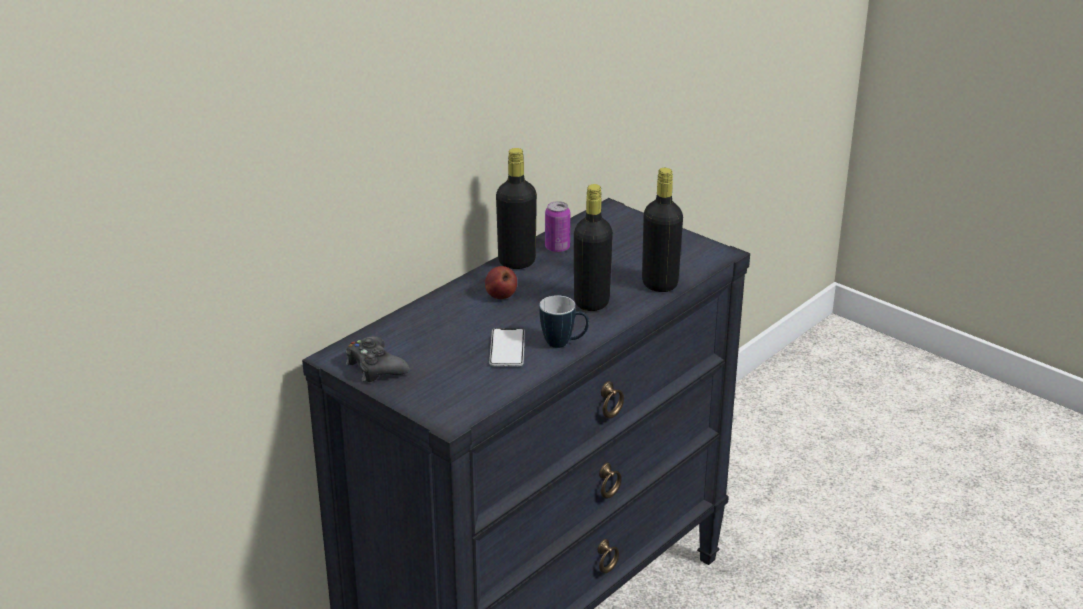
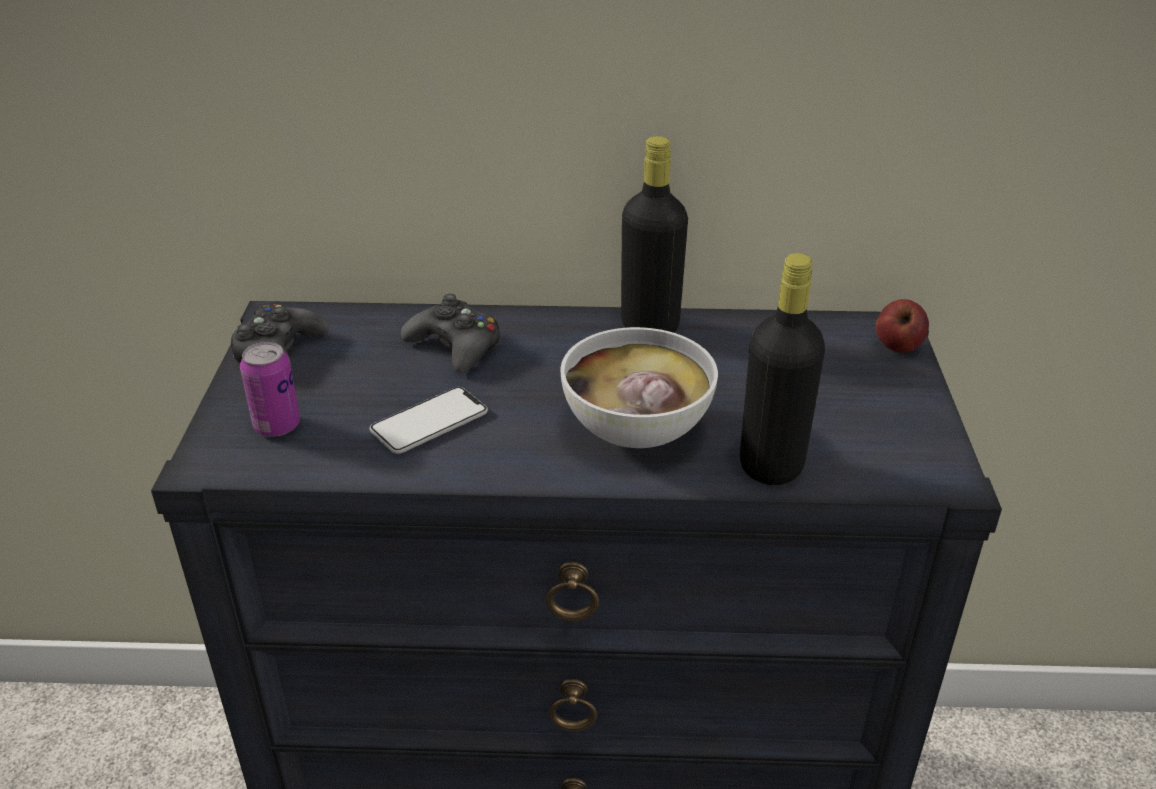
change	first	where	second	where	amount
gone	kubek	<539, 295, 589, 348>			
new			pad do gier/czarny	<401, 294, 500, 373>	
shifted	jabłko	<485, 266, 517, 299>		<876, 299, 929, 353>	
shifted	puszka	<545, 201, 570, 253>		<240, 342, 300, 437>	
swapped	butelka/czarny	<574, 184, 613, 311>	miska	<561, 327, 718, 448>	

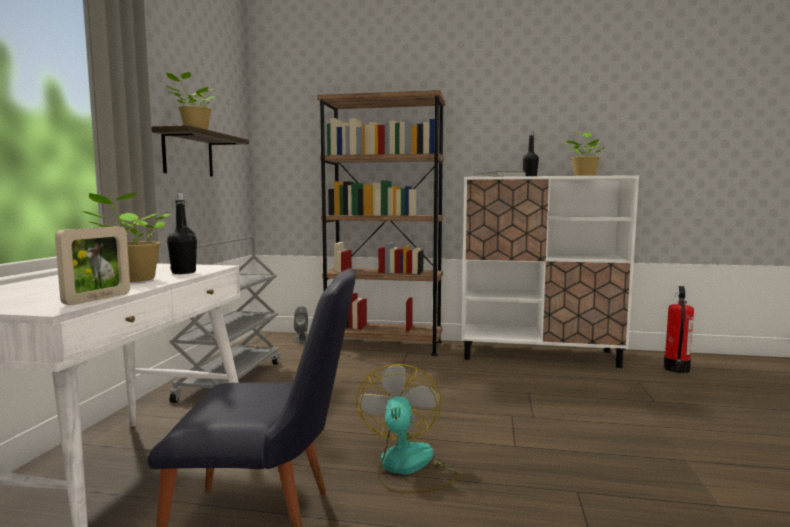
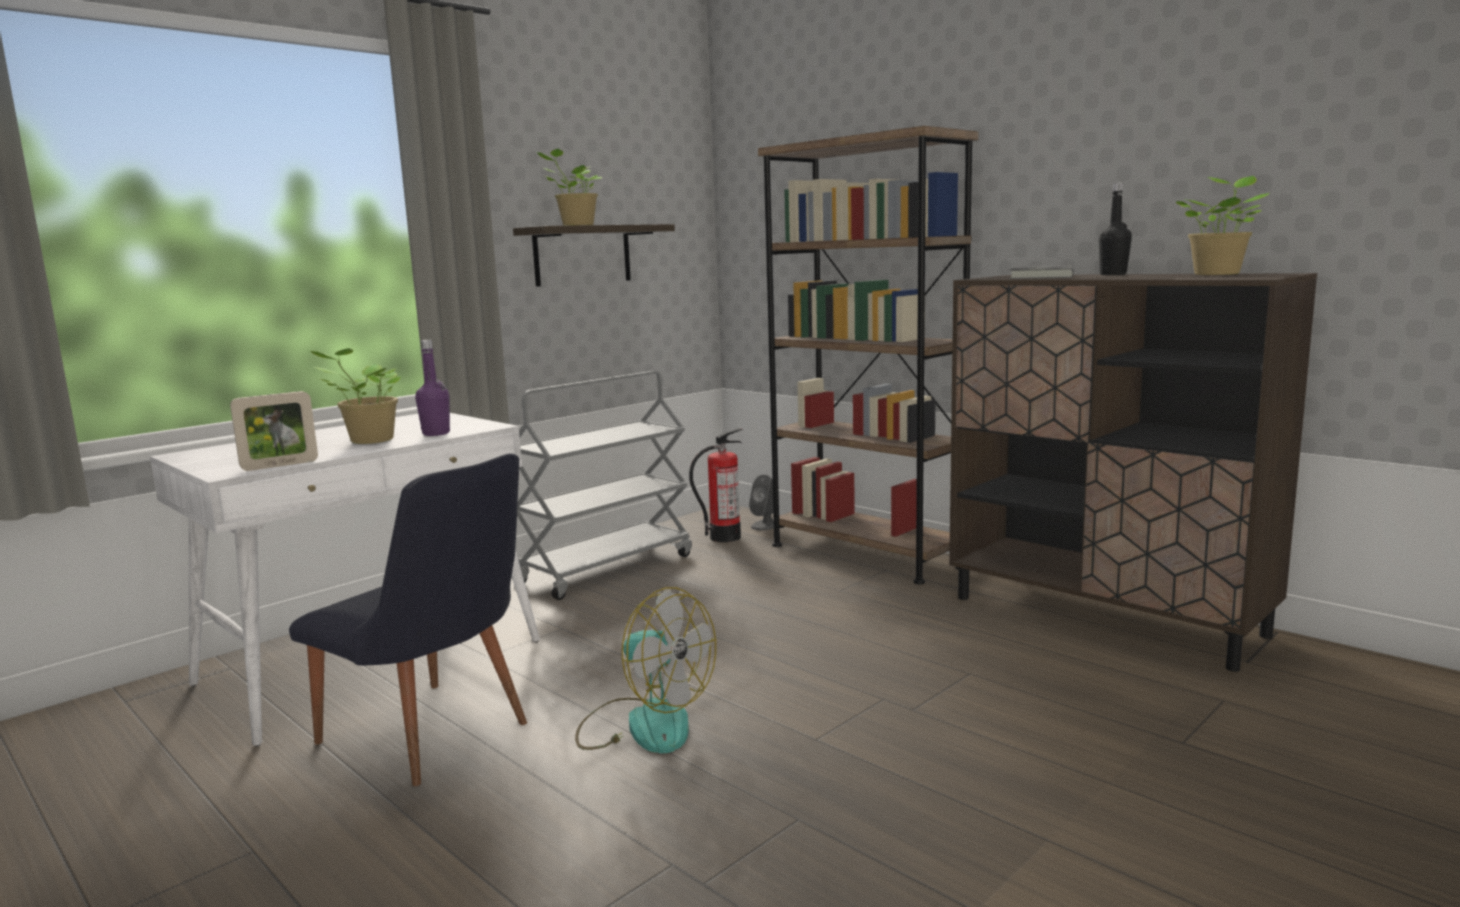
change	first	where	second	where	amount
shifted	gaśnica	<664, 286, 694, 373>		<689, 428, 743, 542>	
repainted	butelka/czarny	<167, 193, 197, 274>	butelka/fioletowy	<415, 340, 450, 436>	
repainted	szafka/biały	<461, 175, 639, 368>	szafka/brązowy	<949, 273, 1317, 672>	
rotated	wentylator	<356, 364, 460, 494>		<575, 587, 716, 753>	90 degrees clockwise

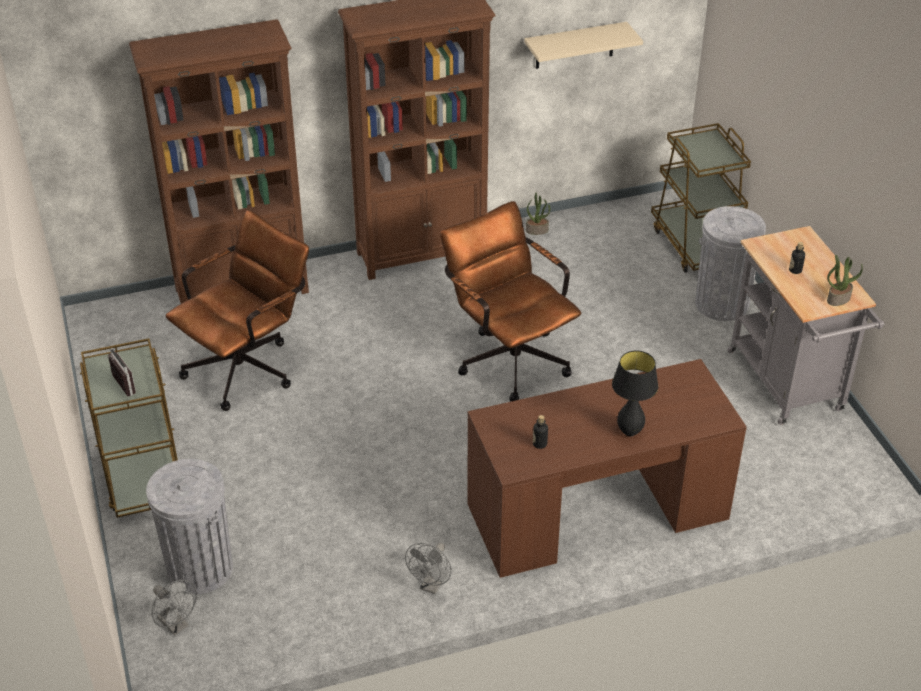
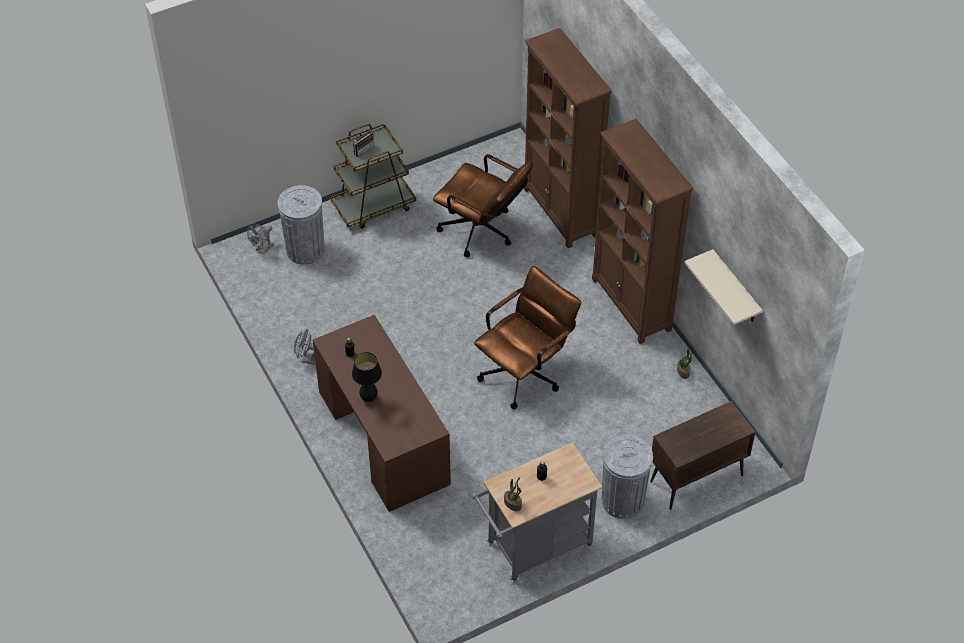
change	first	where	second	where	amount
swapped	wózek/brązowy	<651, 123, 751, 273>	szafka/brązowy	<650, 401, 755, 510>	

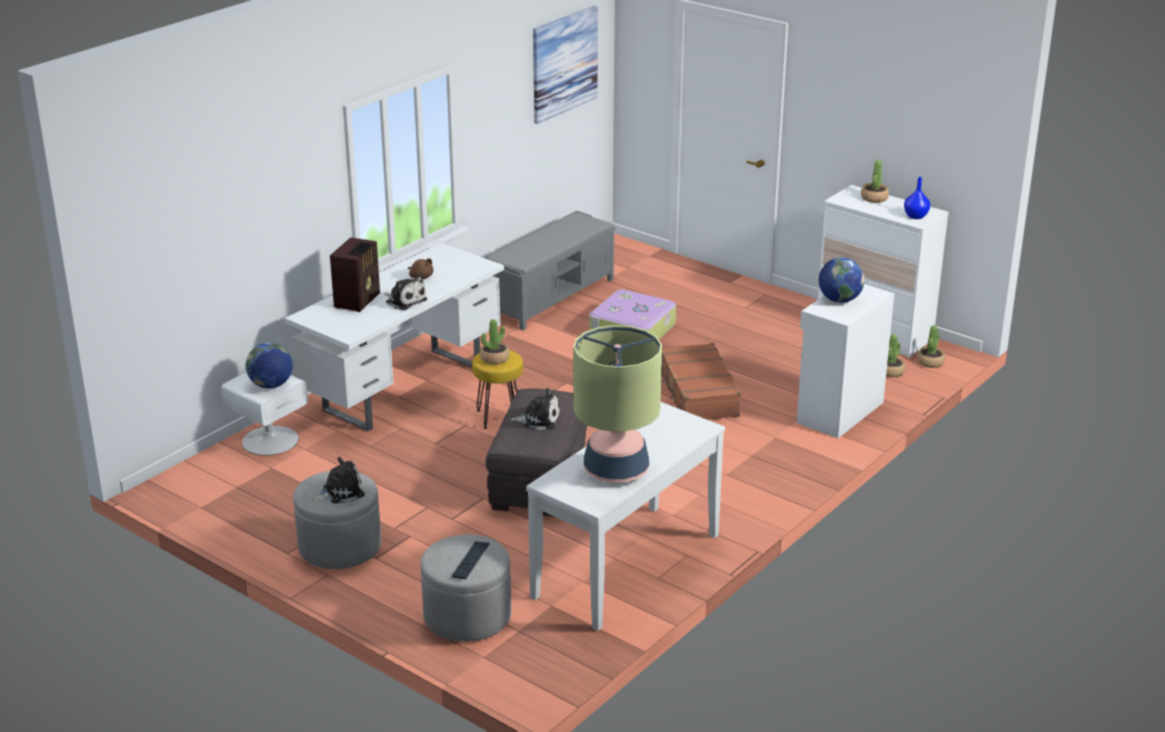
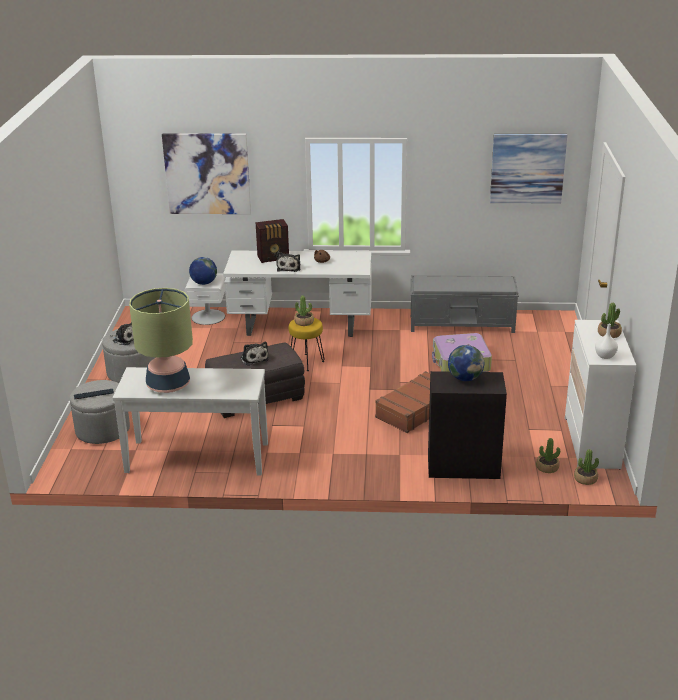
change	first	where	second	where	amount
new			obraz	<162, 134, 251, 214>	
repainted	szafka/biały	<797, 284, 894, 438>	szafka/czarny	<428, 371, 507, 479>	
repainted	wazon/niebieski	<904, 177, 930, 219>	wazon/biały	<595, 324, 618, 359>	

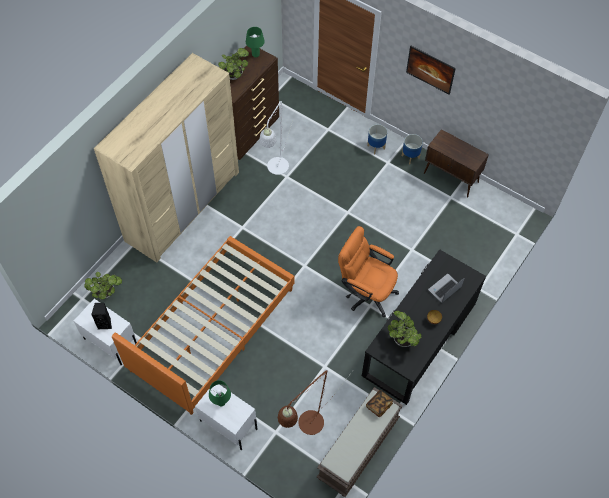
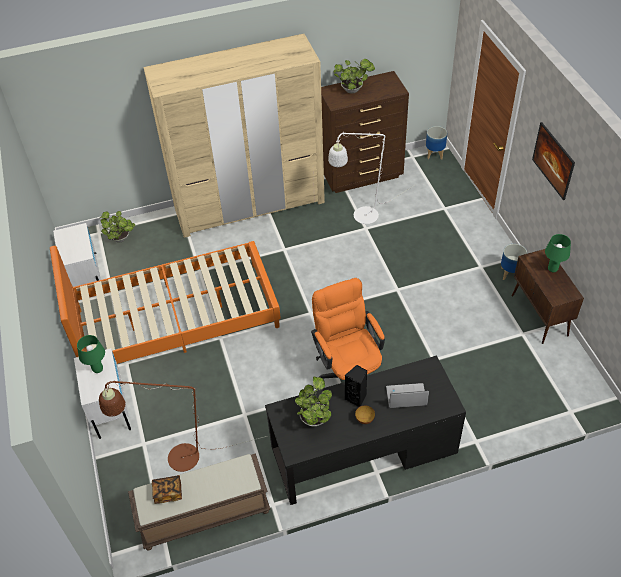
change	first	where	second	where	amount
shifted	głośnik/czarny	<91, 303, 112, 329>		<345, 365, 367, 407>	
shifted	lampa stołowa/zielony	<246, 27, 265, 57>		<545, 234, 571, 272>	
shifted	książka	<366, 390, 393, 417>		<152, 475, 182, 504>	
shifted	donica	<367, 124, 387, 154>		<426, 126, 447, 160>	

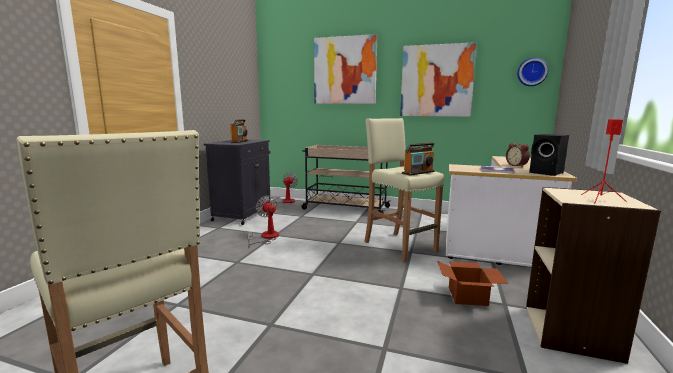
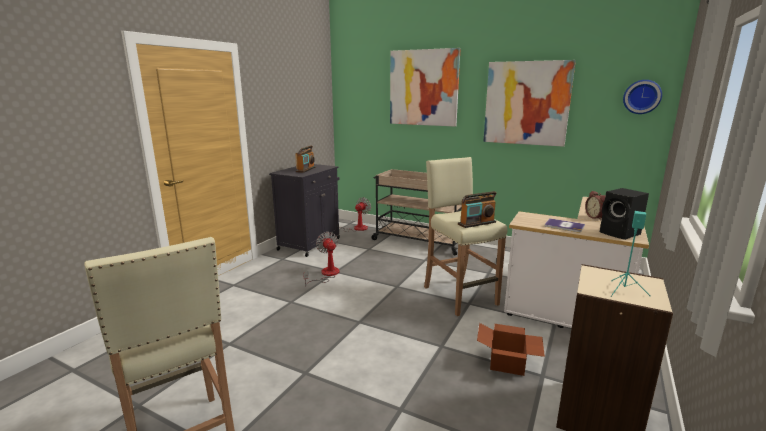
change	first	where	second	where	amount
repainted	głośnik/czerwony	<581, 119, 627, 204>	głośnik/turkusowy	<611, 211, 650, 297>	

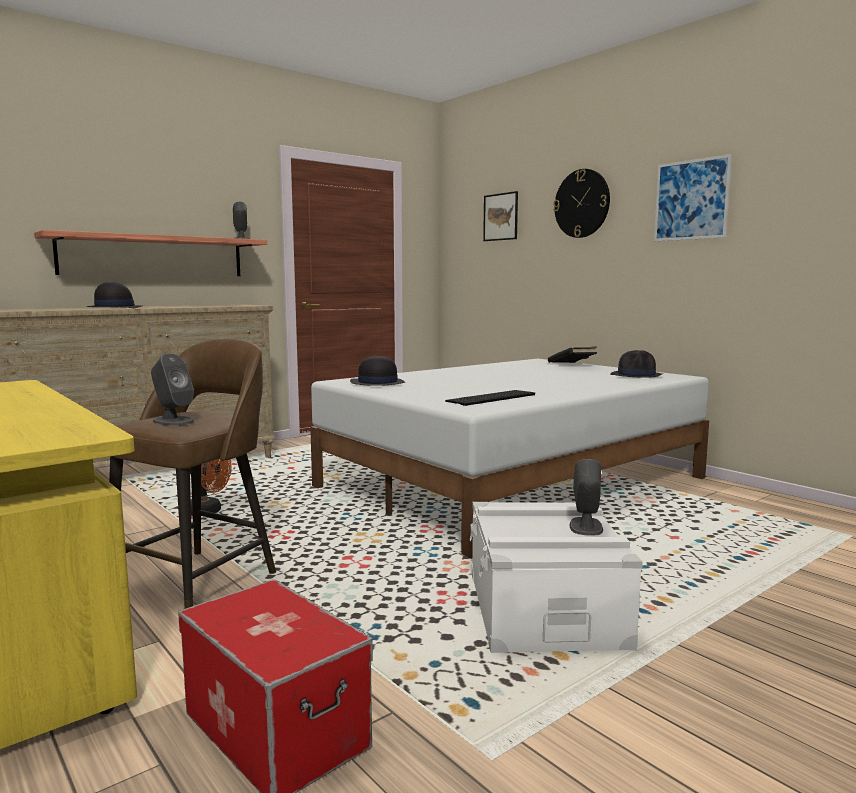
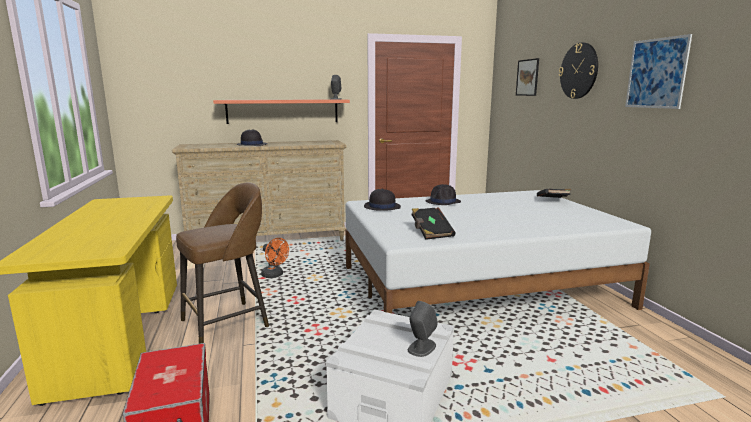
change	first	where	second	where	amount
gone	głośnik/szary	<151, 353, 194, 426>			
shifted	kapelusz/czarny	<610, 350, 662, 378>		<425, 184, 461, 205>	
swapped	klawiatura	<445, 390, 535, 406>	książka/czarny	<411, 207, 455, 240>	

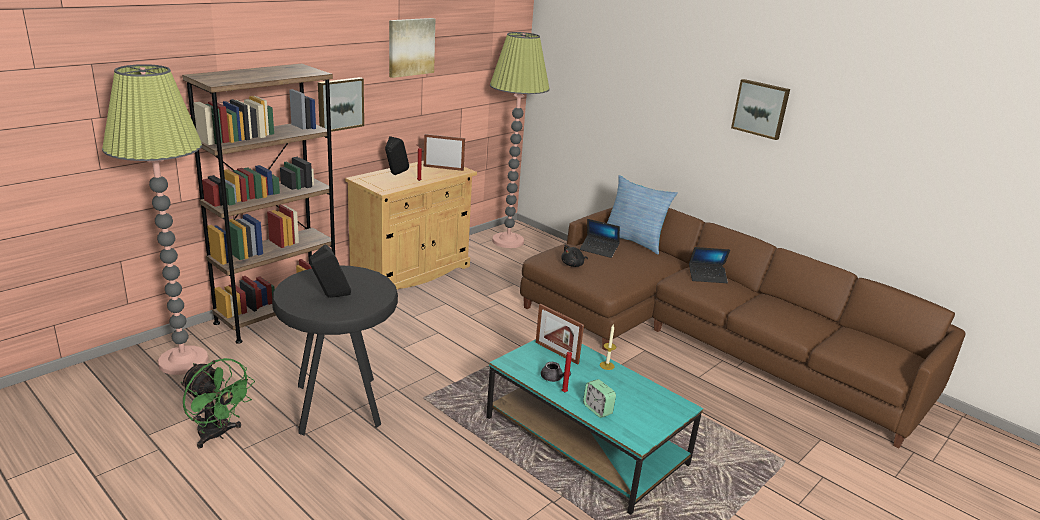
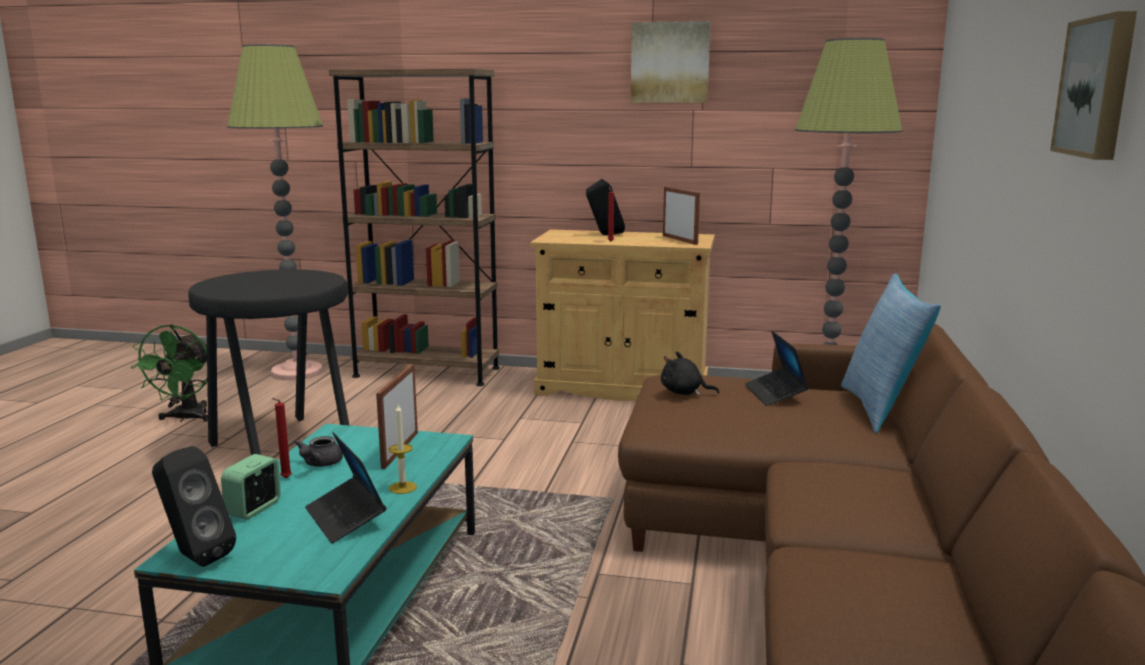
change	first	where	second	where	amount
gone	obraz	<318, 77, 364, 132>			
shifted	głośnik/czarny	<309, 244, 351, 298>		<152, 446, 236, 567>	
shifted	laptop	<689, 247, 730, 283>		<305, 432, 386, 544>	

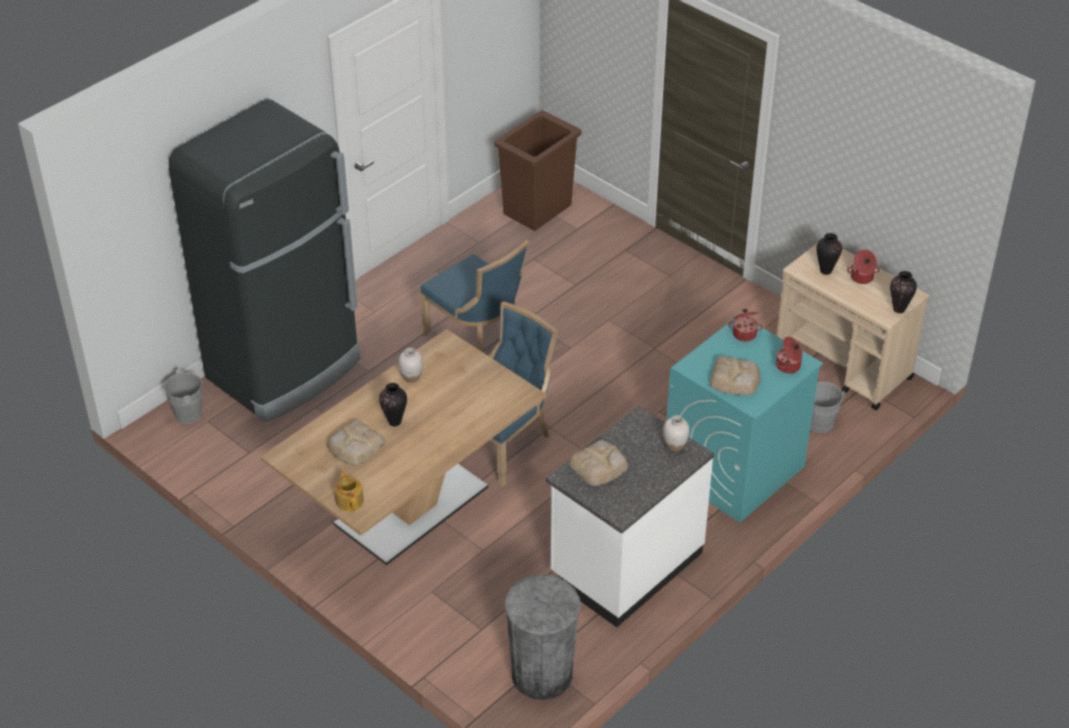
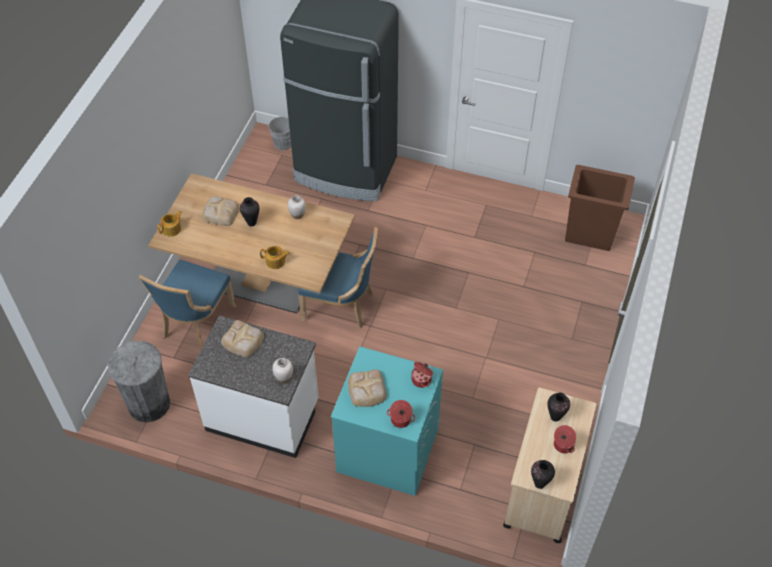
change	first	where	second	where	amount
gone	wiadro/szary	<810, 381, 845, 433>			
new			imbryk	<260, 246, 290, 269>	
shifted	krzesło/niebieski	<420, 240, 529, 352>		<139, 259, 237, 350>	

